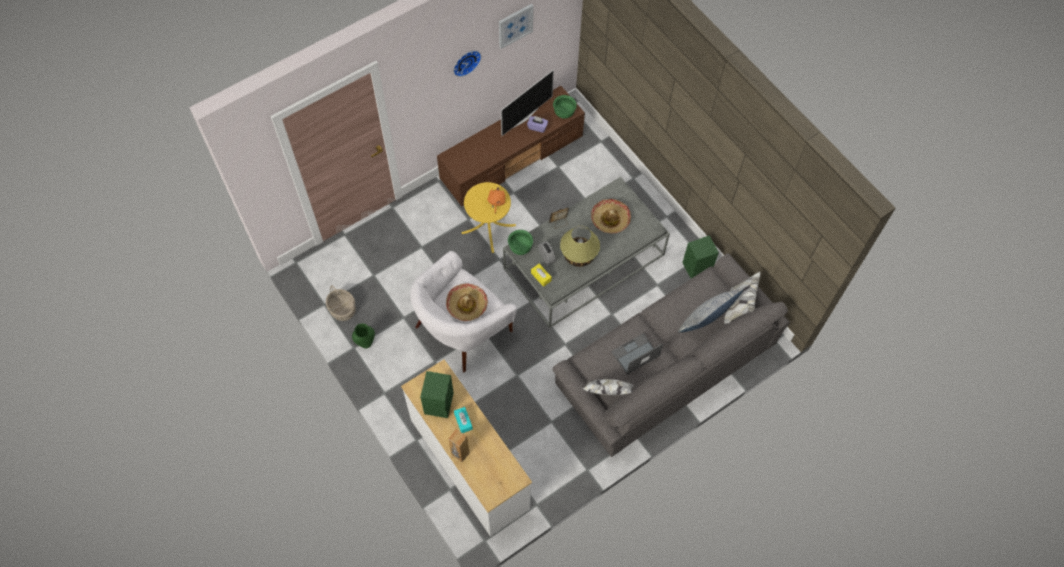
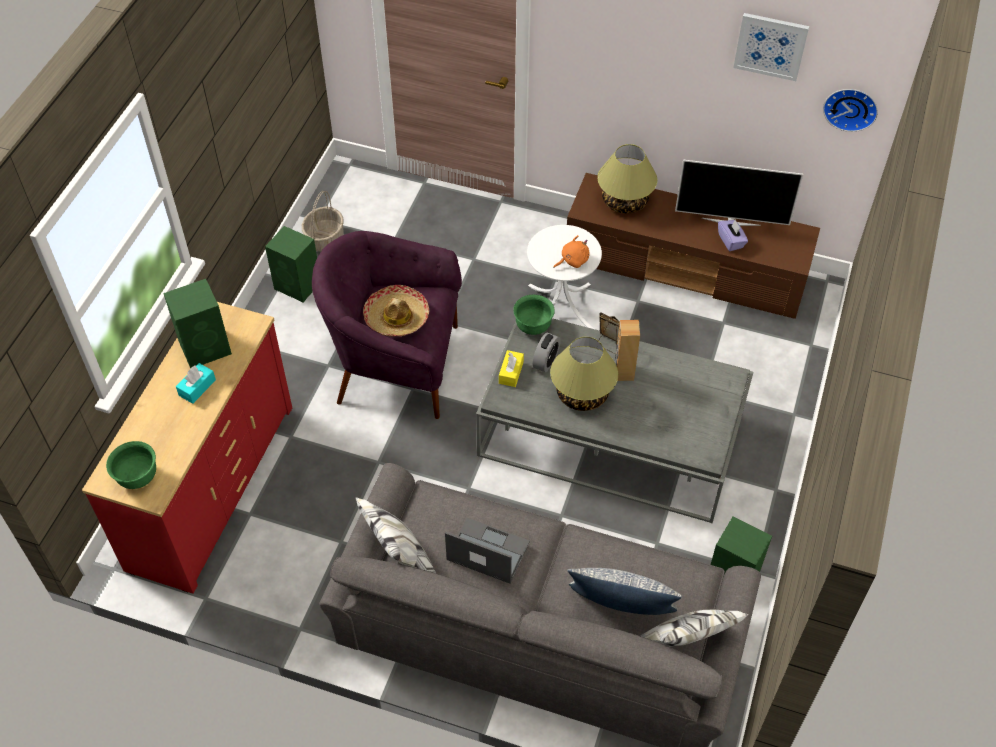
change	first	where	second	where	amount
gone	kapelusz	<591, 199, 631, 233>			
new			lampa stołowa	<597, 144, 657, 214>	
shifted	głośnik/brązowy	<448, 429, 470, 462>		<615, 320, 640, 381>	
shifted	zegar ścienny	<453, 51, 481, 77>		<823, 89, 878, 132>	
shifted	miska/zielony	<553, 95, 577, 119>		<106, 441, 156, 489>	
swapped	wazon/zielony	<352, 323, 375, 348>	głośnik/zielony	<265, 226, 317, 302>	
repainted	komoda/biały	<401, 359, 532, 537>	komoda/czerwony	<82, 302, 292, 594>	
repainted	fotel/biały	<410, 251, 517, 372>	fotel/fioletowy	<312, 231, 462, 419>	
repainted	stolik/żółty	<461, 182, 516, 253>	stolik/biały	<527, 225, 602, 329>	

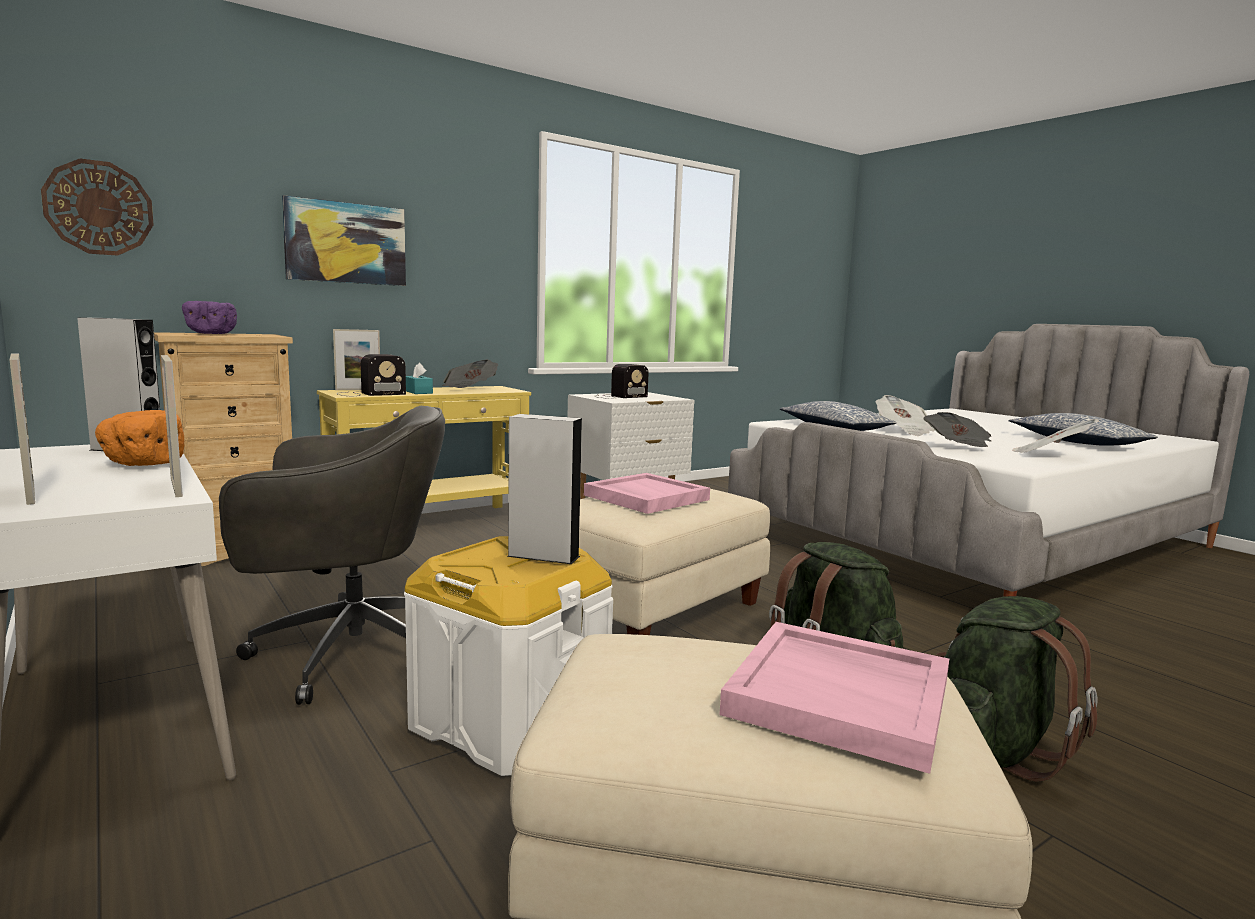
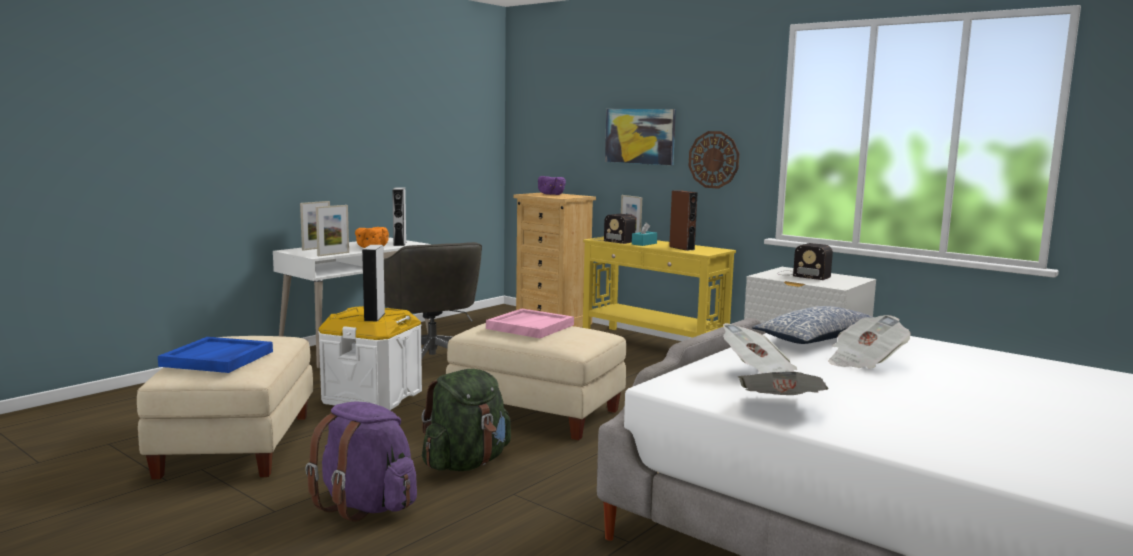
change	first	where	second	where	amount
gone	poduszka	<1009, 413, 1158, 446>			
shifted	zegar ścienny	<41, 159, 154, 256>		<689, 131, 739, 189>	
swapped	gazeta	<442, 360, 498, 388>	głośnik/brązowy	<669, 190, 698, 251>	
repainted	taca/różowy	<720, 622, 949, 774>	taca/niebieski	<158, 337, 273, 373>	
repainted	plecak/zielony	<936, 596, 1098, 782>	plecak/fioletowy	<305, 401, 417, 522>	

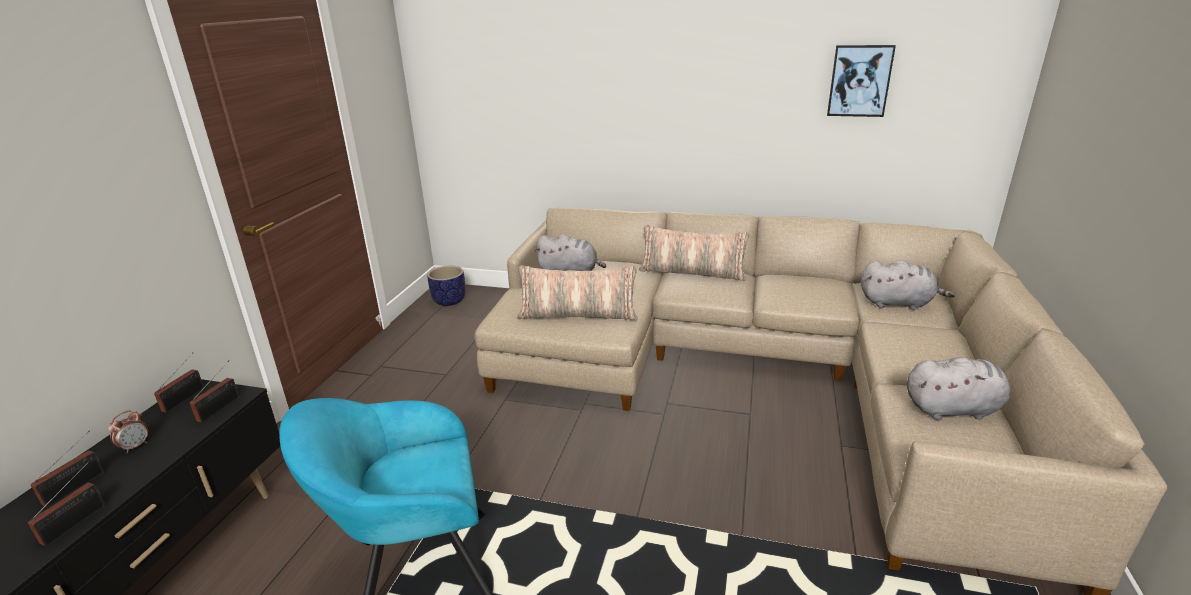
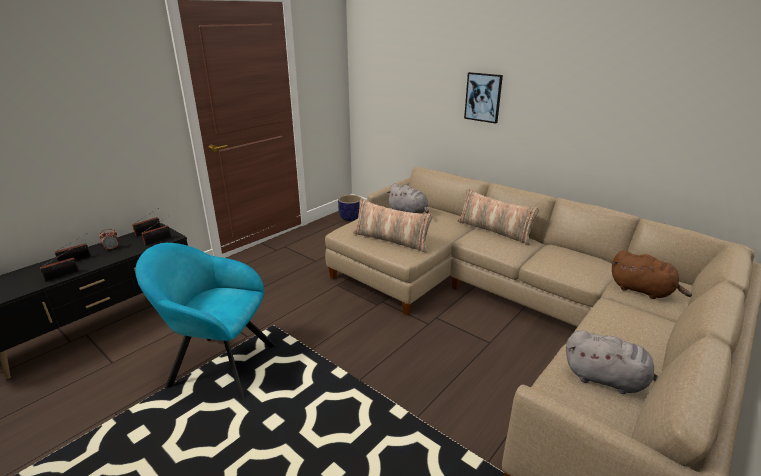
change	first	where	second	where	amount
shifted	obraz	<827, 45, 896, 117>		<464, 72, 503, 124>	
repainted	pluszak/szary	<861, 260, 955, 310>	pluszak/brązowy	<612, 250, 692, 299>	

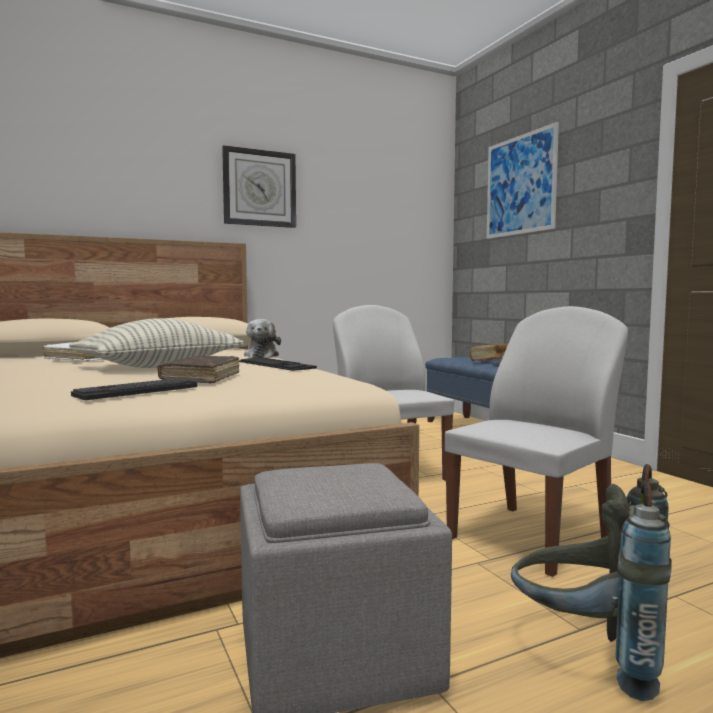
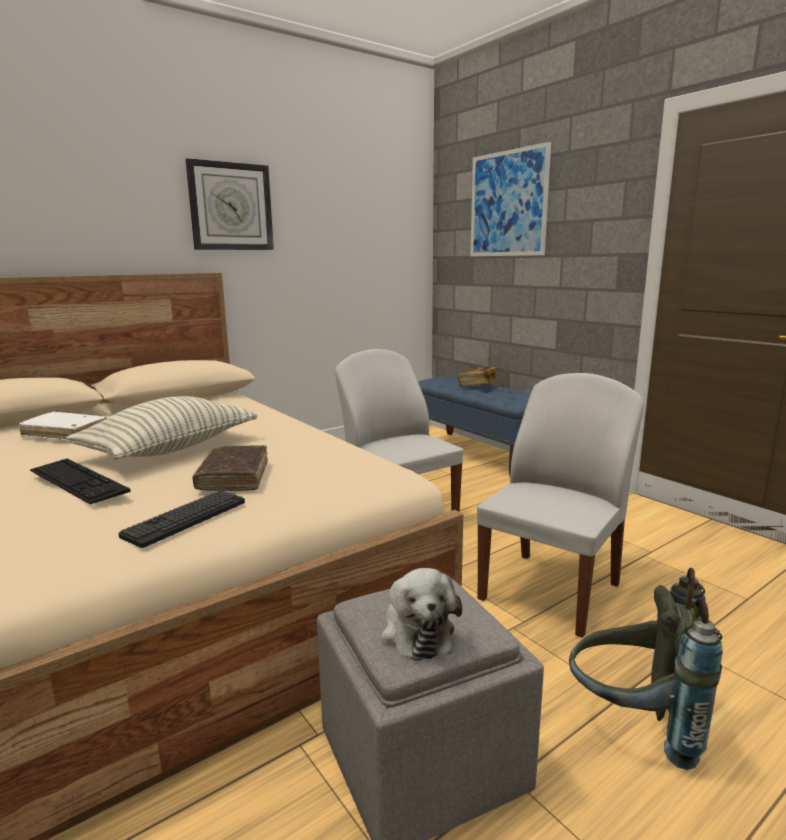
change	first	where	second	where	amount
shifted	klawiatura	<239, 357, 317, 371>		<30, 459, 131, 504>	
shifted	pluszak	<244, 319, 281, 358>		<381, 568, 462, 661>	

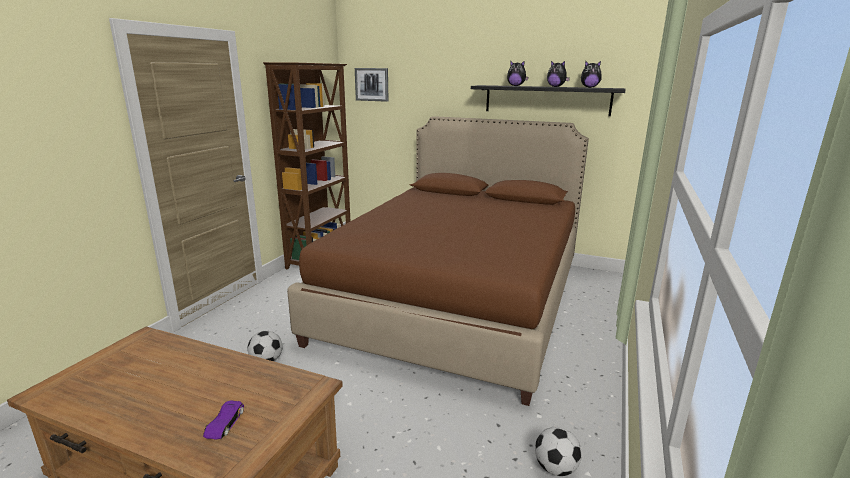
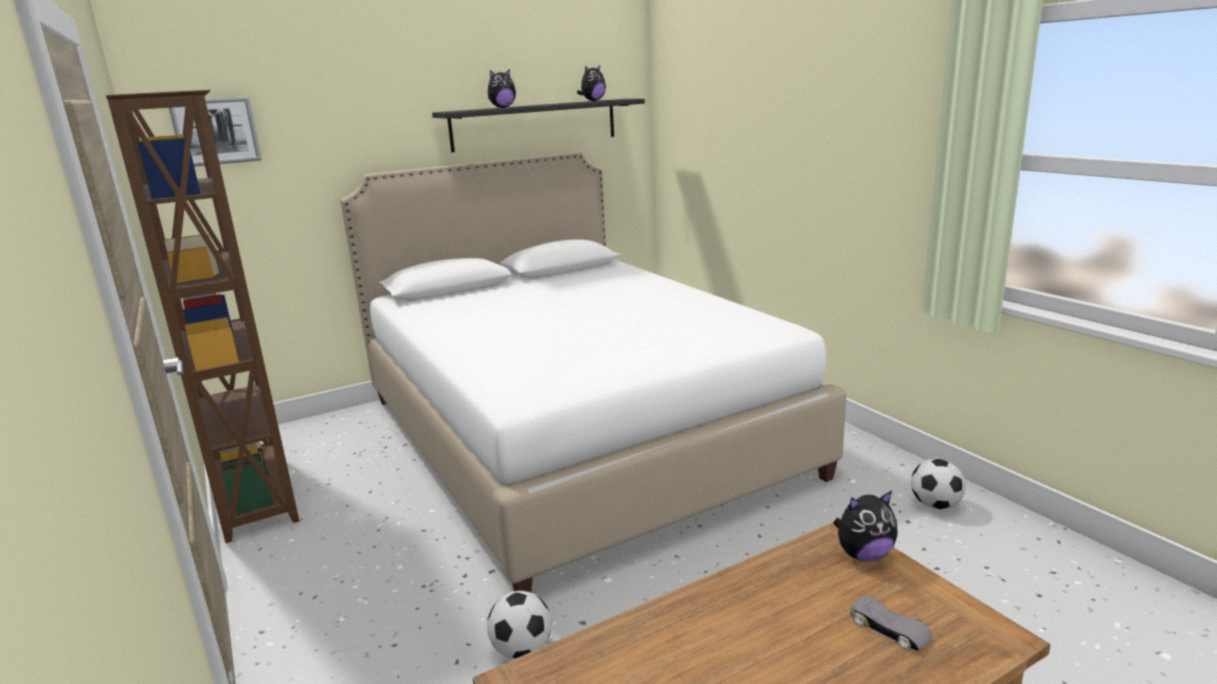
change	first	where	second	where	amount
shifted	pluszak	<547, 61, 570, 87>		<833, 490, 898, 561>	
repainted	samochodzik/fioletowy	<203, 400, 244, 440>	samochodzik/szary	<850, 596, 932, 651>	
repainted	łóżko/brązowy	<287, 116, 589, 406>	łóżko/biały	<340, 152, 846, 593>	

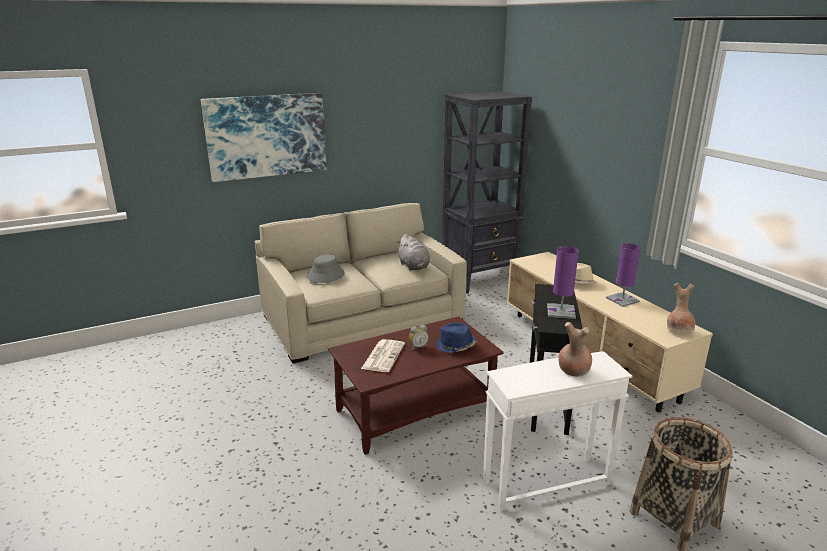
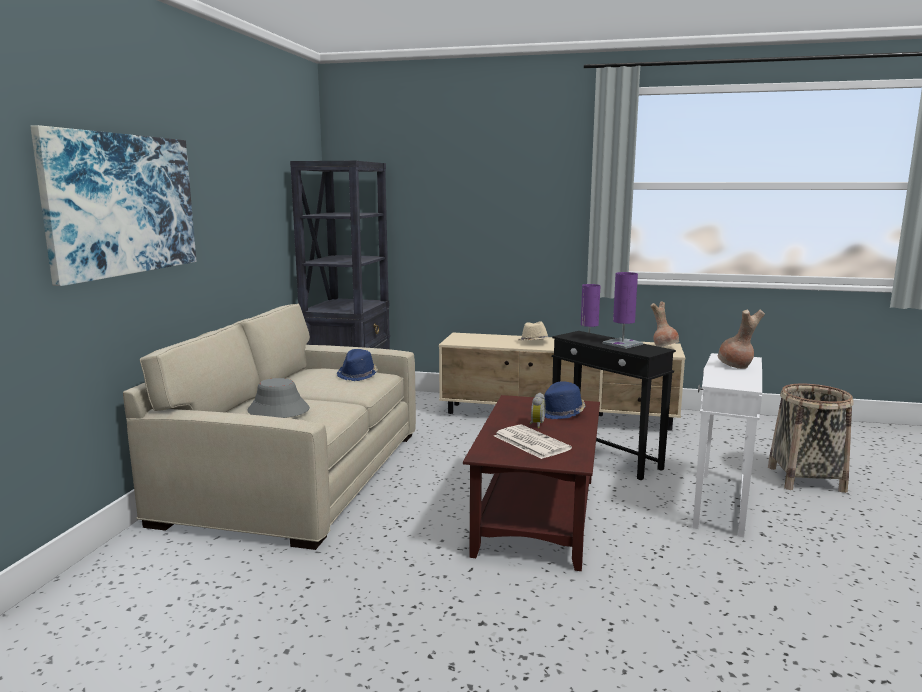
change	first	where	second	where	amount
swapped	pluszak/szary	<397, 234, 430, 271>	kapelusz/niebieski	<337, 349, 378, 381>	

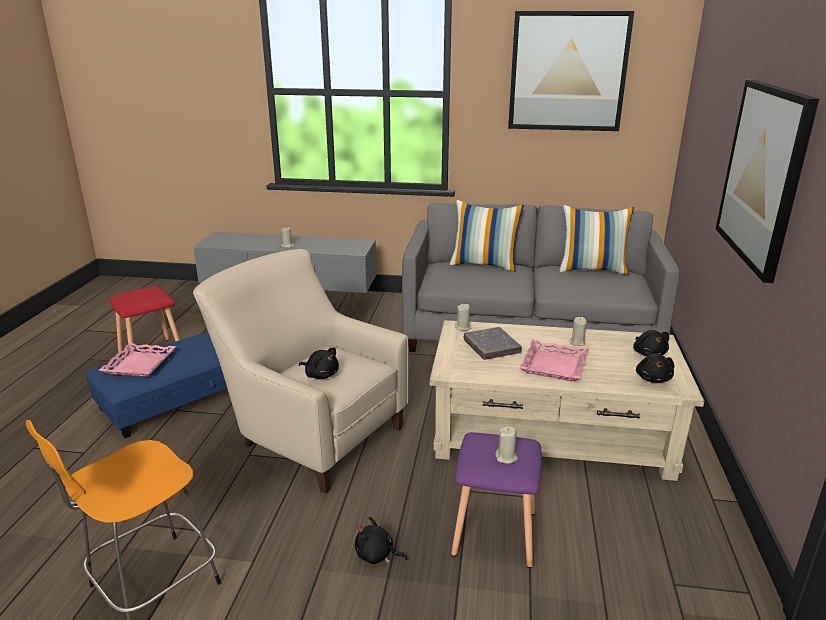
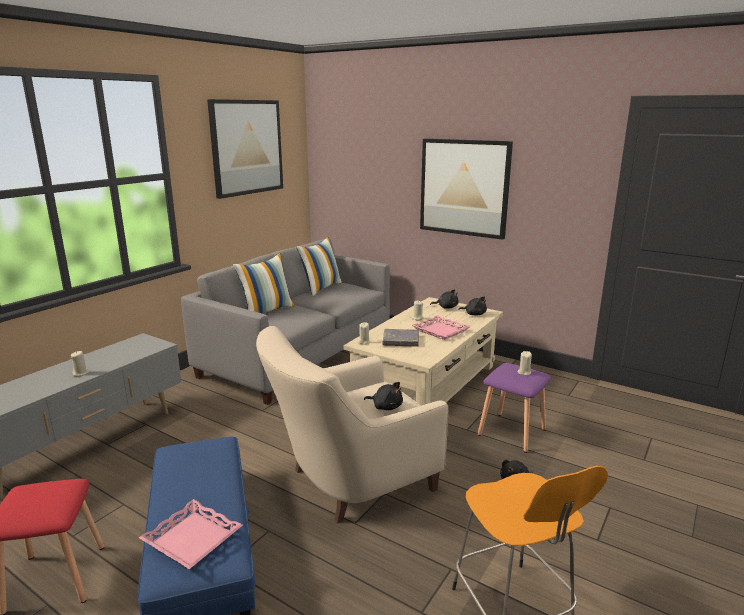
change	first	where	second	where	amount
rotated	pluszak/czarny	<299, 348, 339, 379>		<364, 382, 403, 410>	60 degrees clockwise

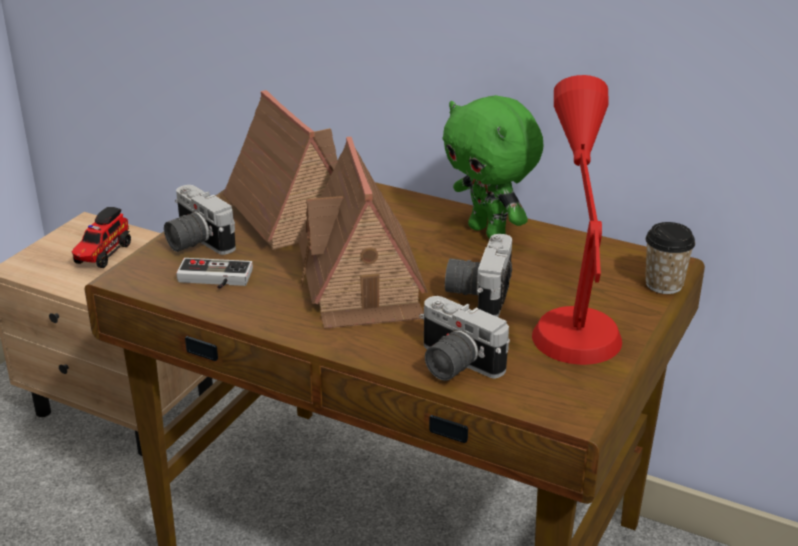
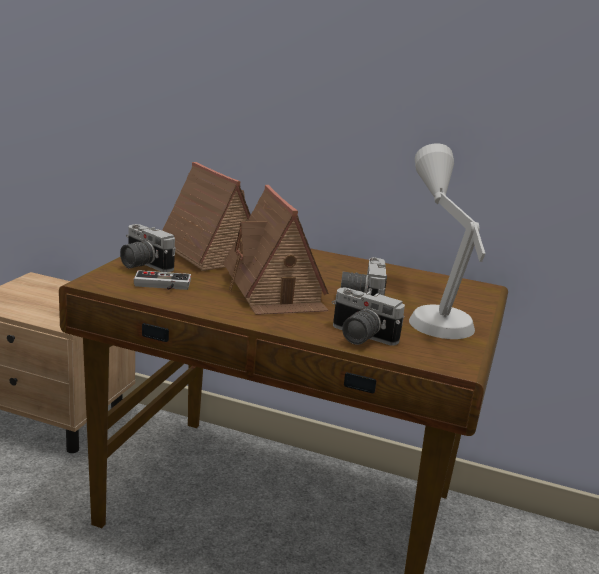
change	first	where	second	where	amount
gone	ciężarówka zabawkowa	<72, 207, 131, 268>			
gone	pluszak/zielony	<442, 95, 543, 239>			
gone	filiżanka	<645, 222, 695, 294>			
repainted	lampa stołowa/czerwony	<532, 75, 622, 365>	lampa stołowa/szary	<409, 143, 485, 339>	

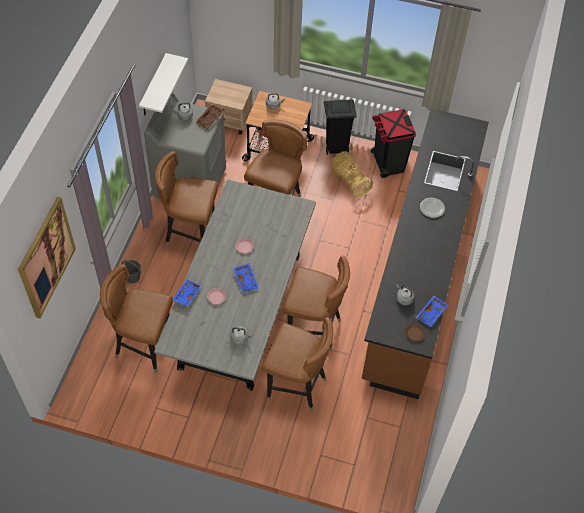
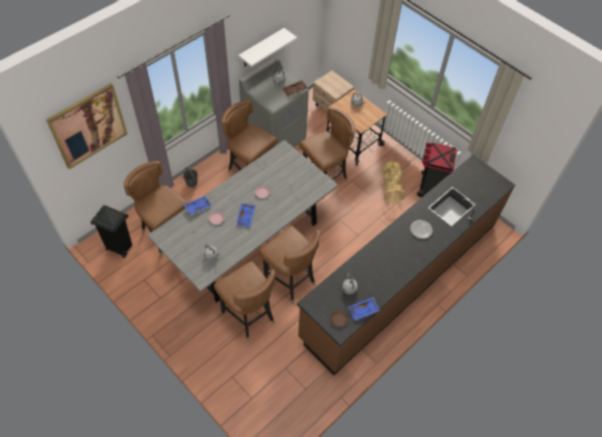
change	first	where	second	where	amount
shifted	kosz na śmieci/czarny	<324, 99, 357, 155>		<91, 205, 132, 258>	

